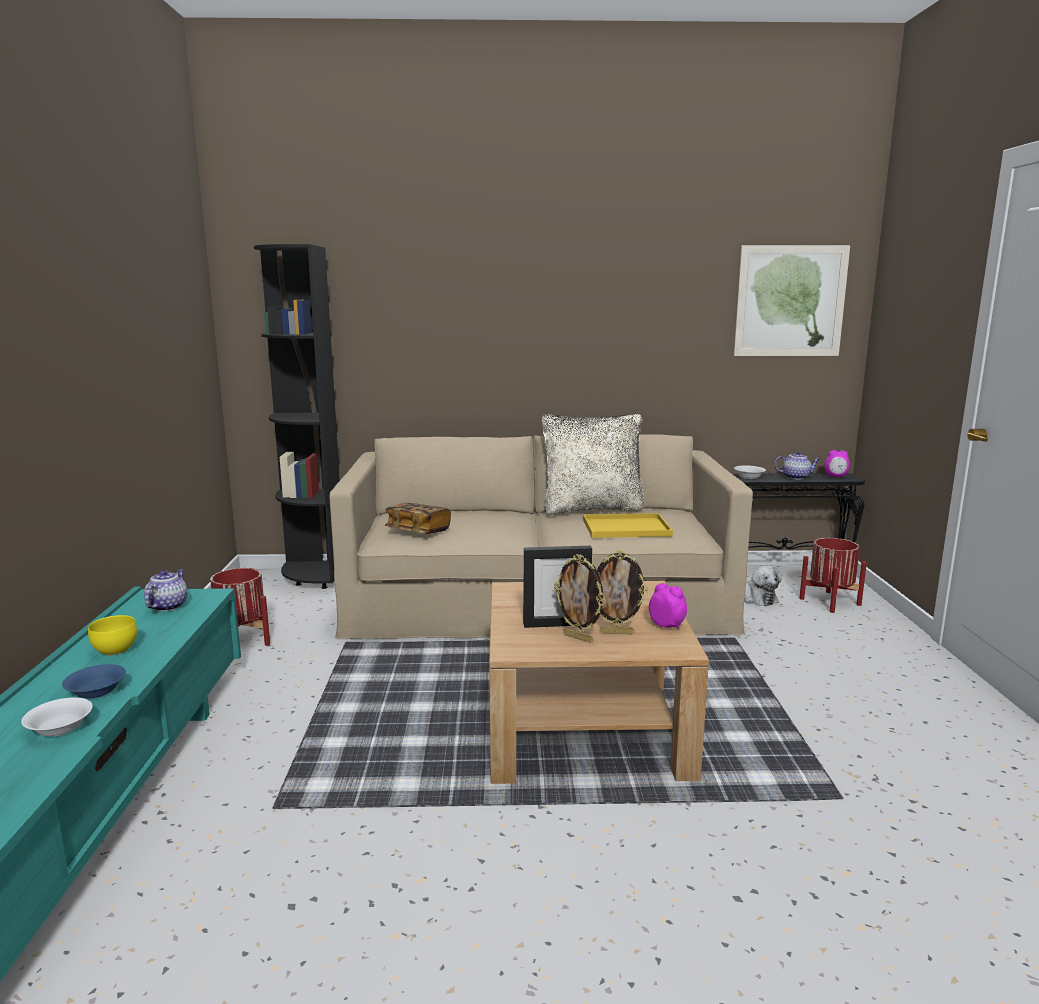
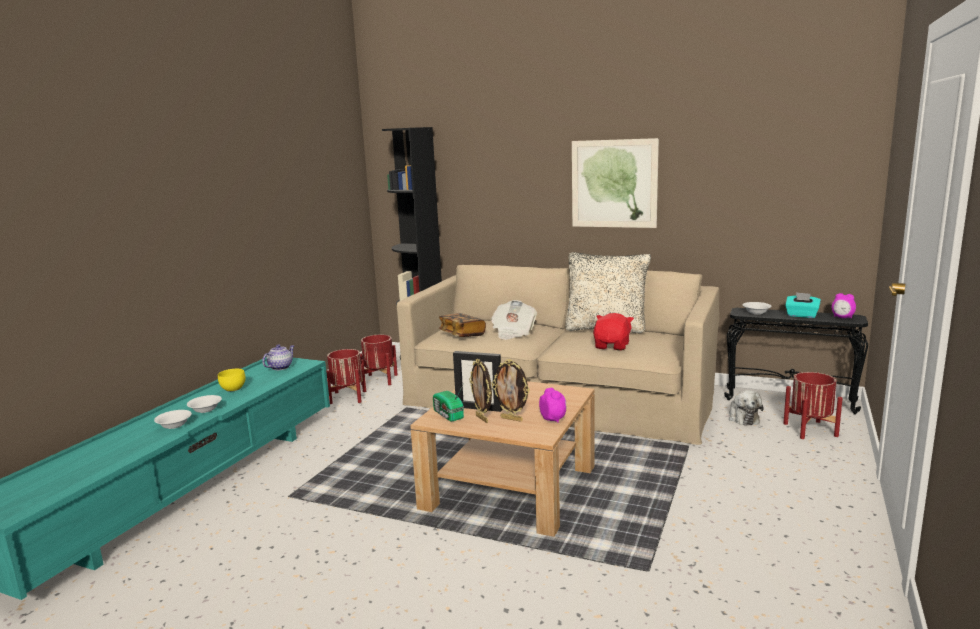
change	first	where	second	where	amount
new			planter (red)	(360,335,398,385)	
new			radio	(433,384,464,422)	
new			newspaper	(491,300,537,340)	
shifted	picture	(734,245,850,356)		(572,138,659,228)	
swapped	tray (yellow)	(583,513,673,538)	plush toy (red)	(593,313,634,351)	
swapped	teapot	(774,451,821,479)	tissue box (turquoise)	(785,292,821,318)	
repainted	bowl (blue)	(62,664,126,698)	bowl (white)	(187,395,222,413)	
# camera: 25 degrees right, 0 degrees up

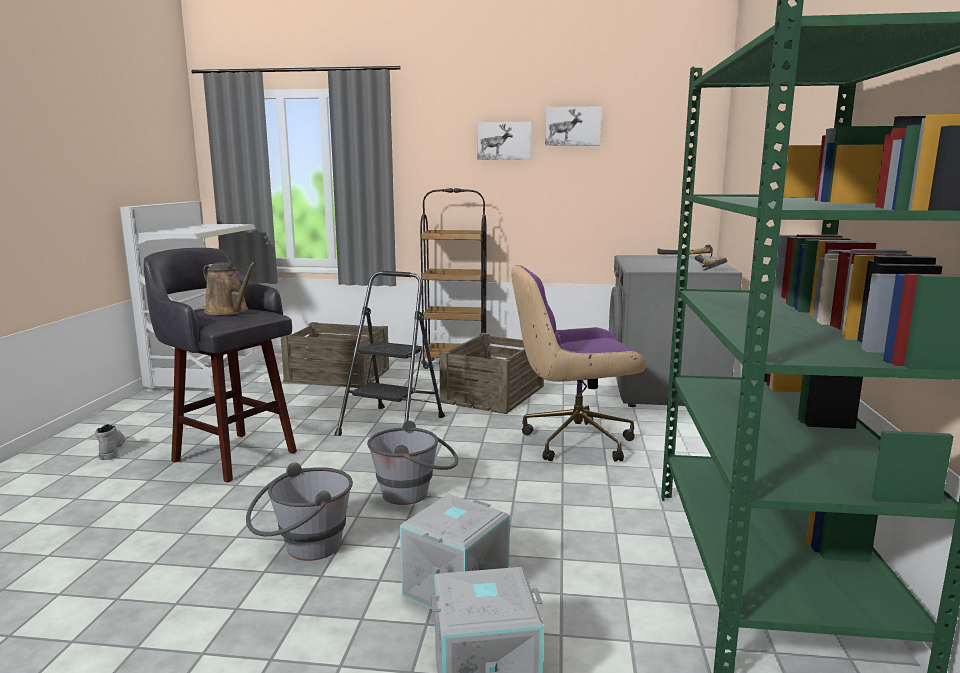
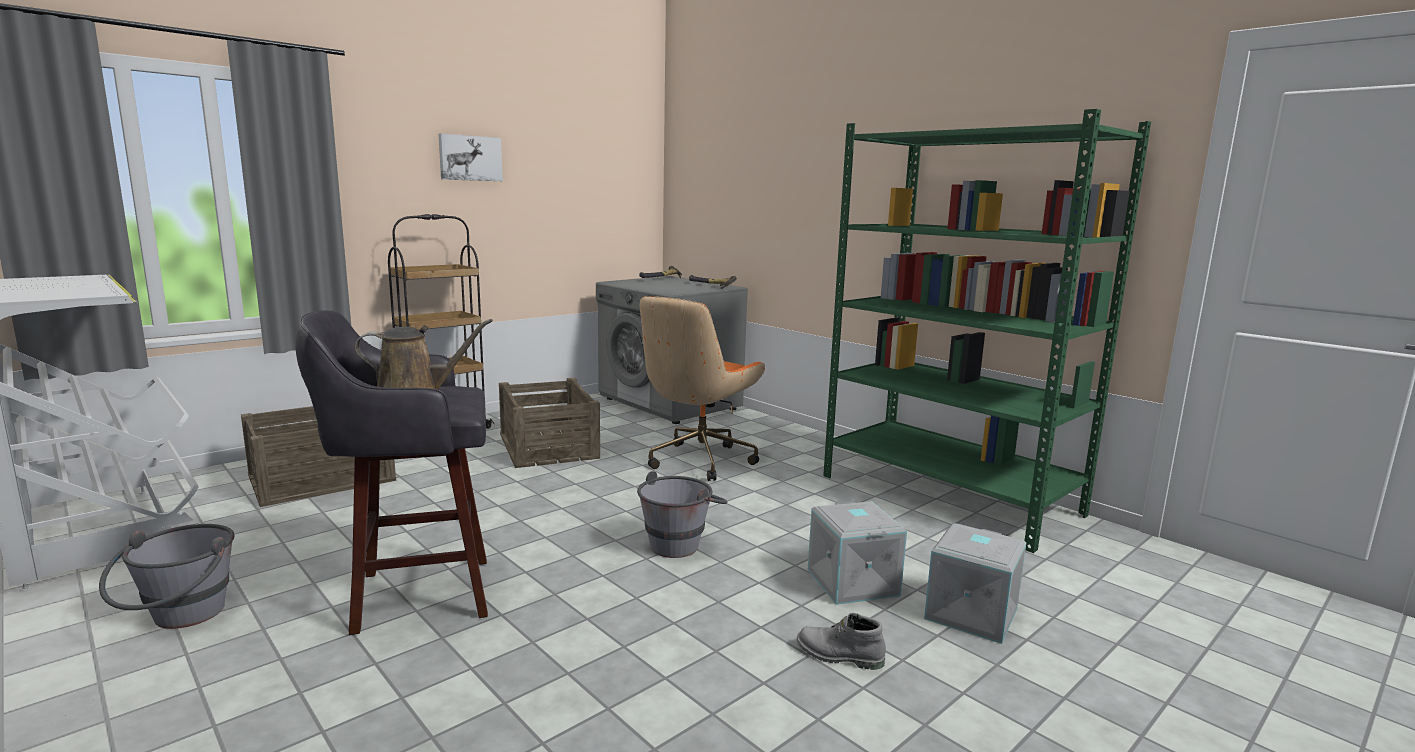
change	first	where	second	where	amount
gone	step ladder (black)	(334,271,445,436)			
gone	picture	(545,106,602,146)			
shifted	boot (grey)	(95,424,125,460)		(797,613,886,670)	
shifted	bucket (grey)	(246,462,353,561)		(99,524,235,629)	
repainted	office chair (purple)	(511,265,647,462)	office chair (orange)	(640,296,765,481)	
# camera: 50 degrees left, 0 degrees up

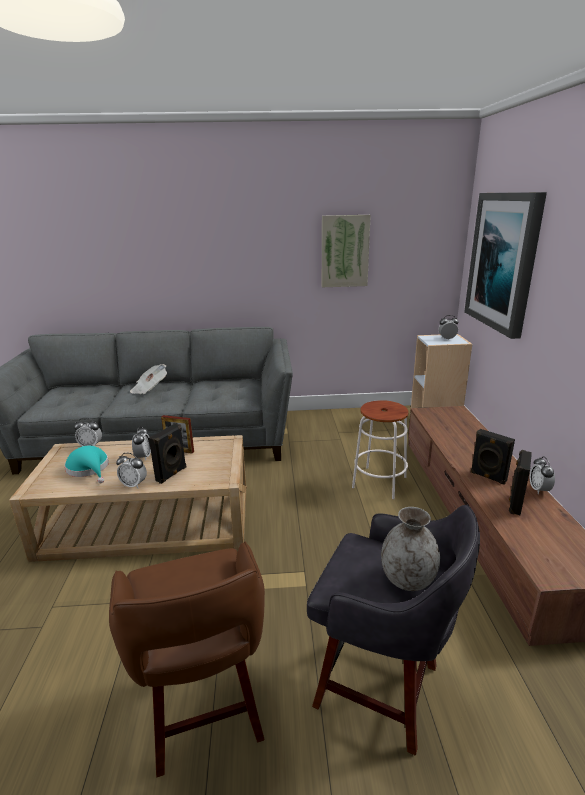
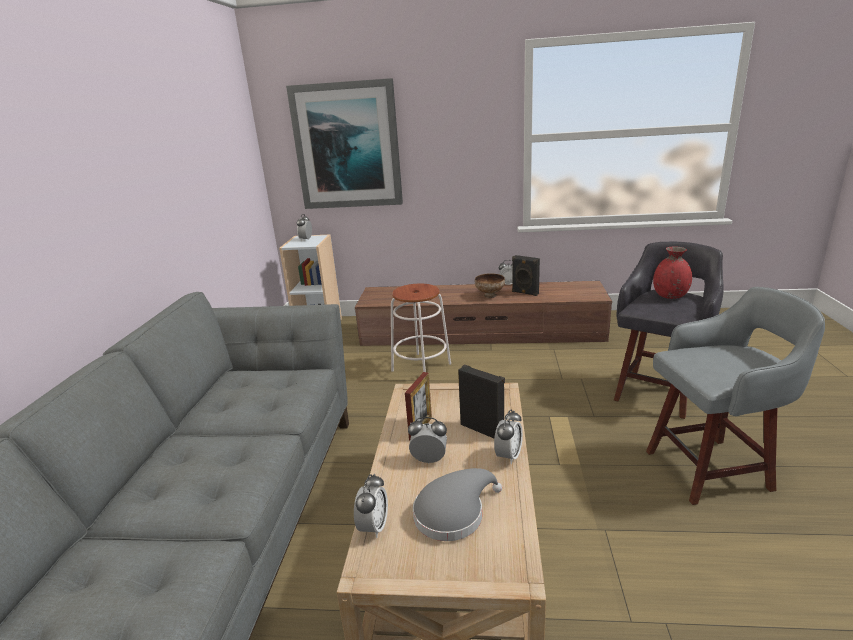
change	first	where	second	where	amount
gone	newspaper	(130,364,167,394)			
gone	picture	(322,215,371,287)			
swapped	speaker (black)	(471,429,515,485)	bowl	(475,273,505,298)	
repainted	hat (turquoise)	(65,446,109,483)	hat (grey)	(413,468,502,541)	
repainted	stool (brown)	(109,542,265,777)	stool (grey)	(646,287,825,505)	
repainted	vase (grey)	(381,507,440,591)	vase (red)	(653,247,692,299)	
# camera: 80 degrees left, 0 degrees up

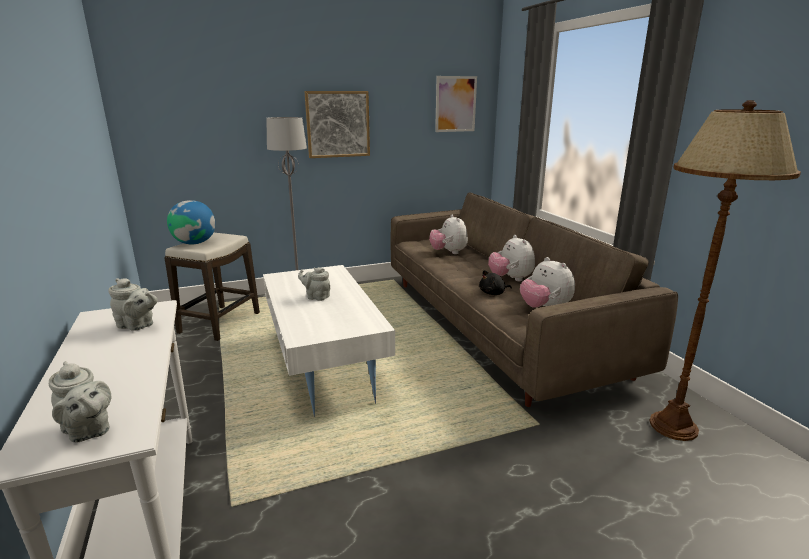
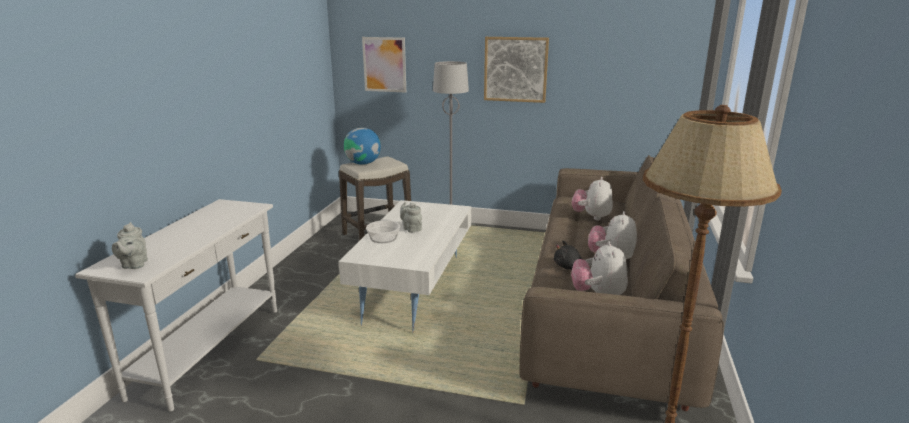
change	first	where	second	where	amount
gone	teapot (grey)	(109,278,157,330)			
new			bowl	(366,220,400,243)	
shifted	picture	(435,76,477,132)		(362,37,406,93)	
# camera: 35 degrees right, 0 degrees up

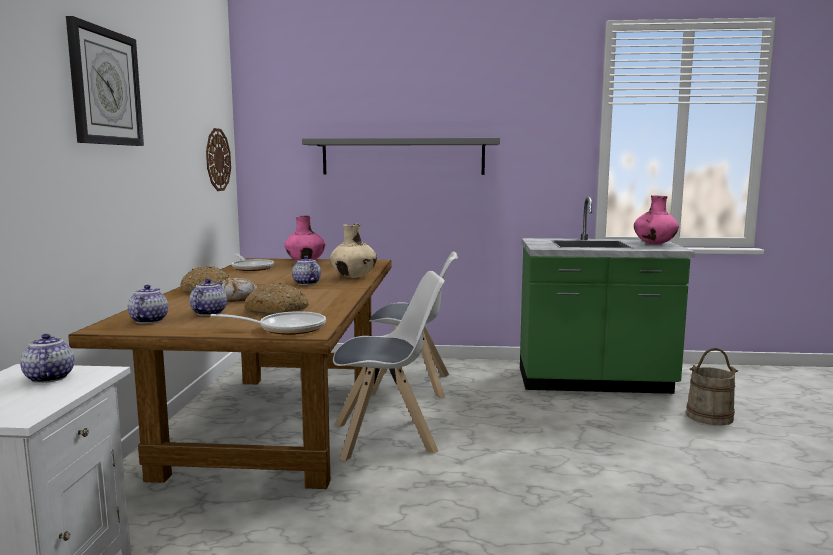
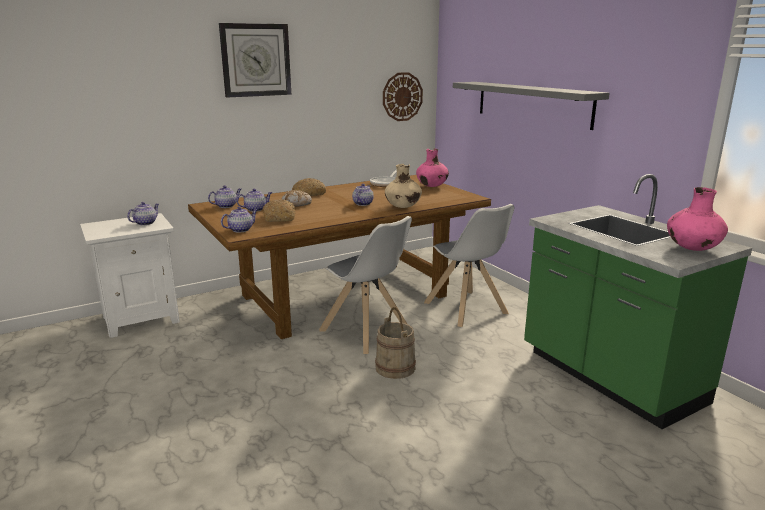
change	first	where	second	where	amount
shifted	bucket (beige)	(686,348,738,425)		(375,307,416,379)	
swapped	frying pan	(210,311,326,335)	teapot	(221,207,258,233)	
# camera: 55 degrees right, 10 degrees up

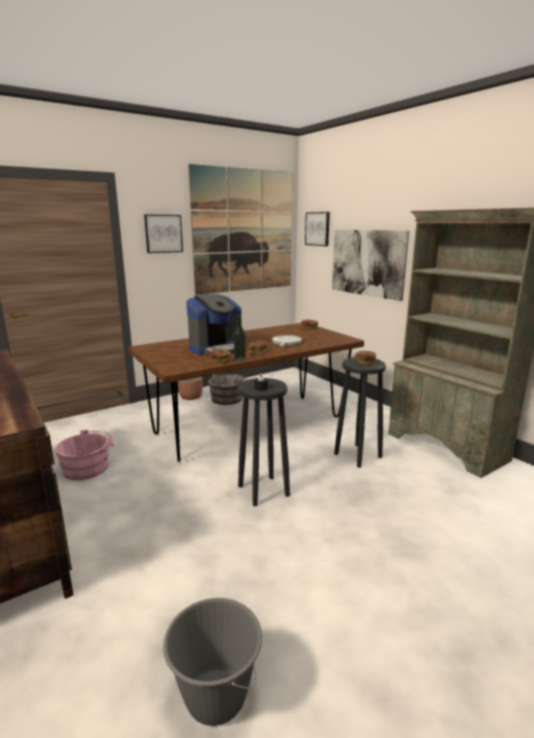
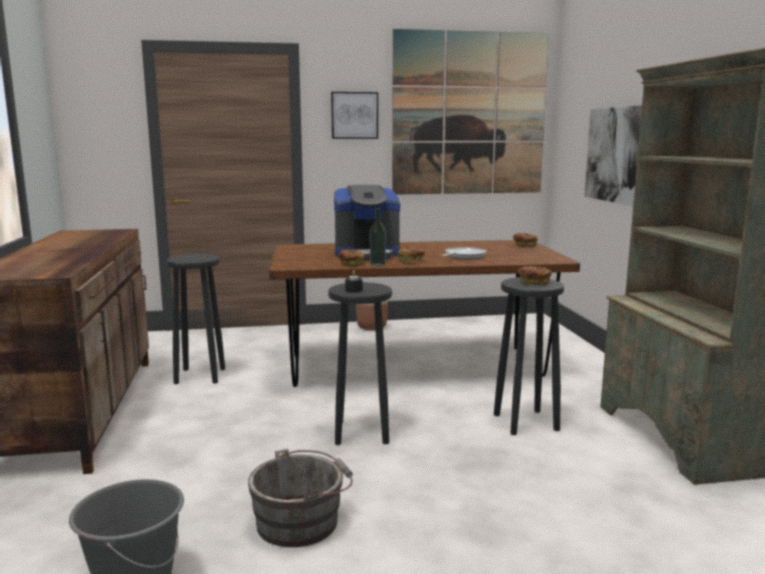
change	first	where	second	where	amount
gone	picture	(305,212,330,246)			
shifted	bucket (grey)	(208,374,248,405)		(248,449,353,547)	
swapped	bucket (pink)	(55,429,114,480)	stool (black)	(166,254,225,384)	
# camera: 25 degrees right, 5 degrees down

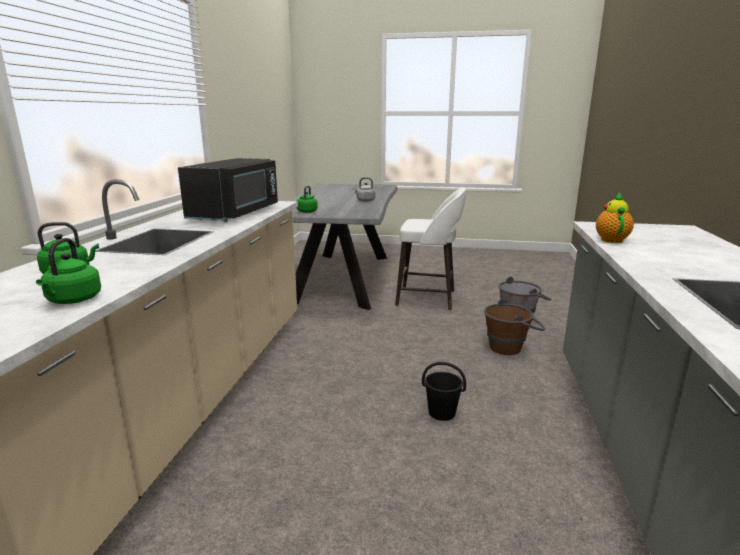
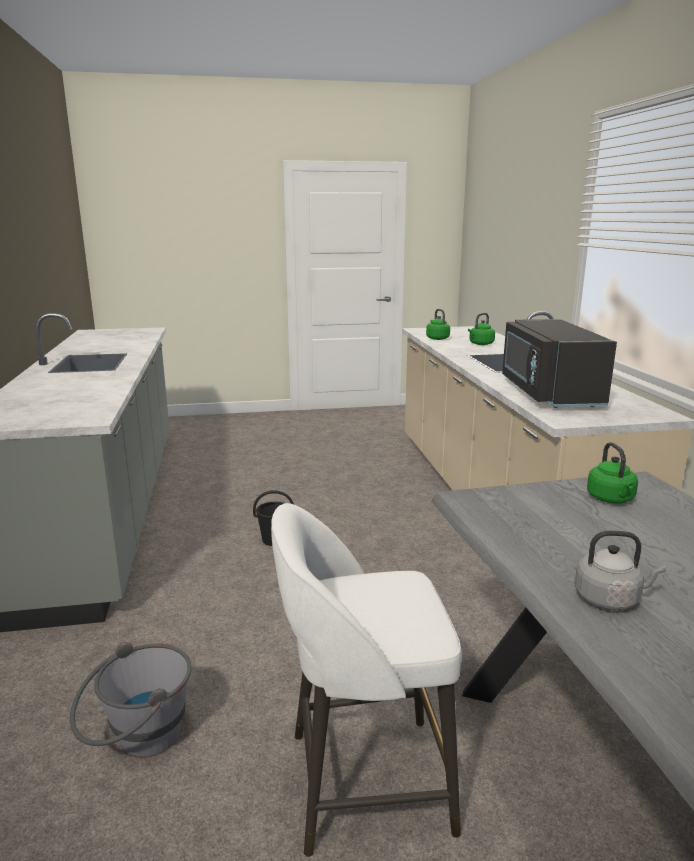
change	first	where	second	where	amount
gone	bucket (brown)	(484,299,545,355)			
gone	teapot	(596,192,634,243)			
# camera: 160 degrees right, 0 degrees up

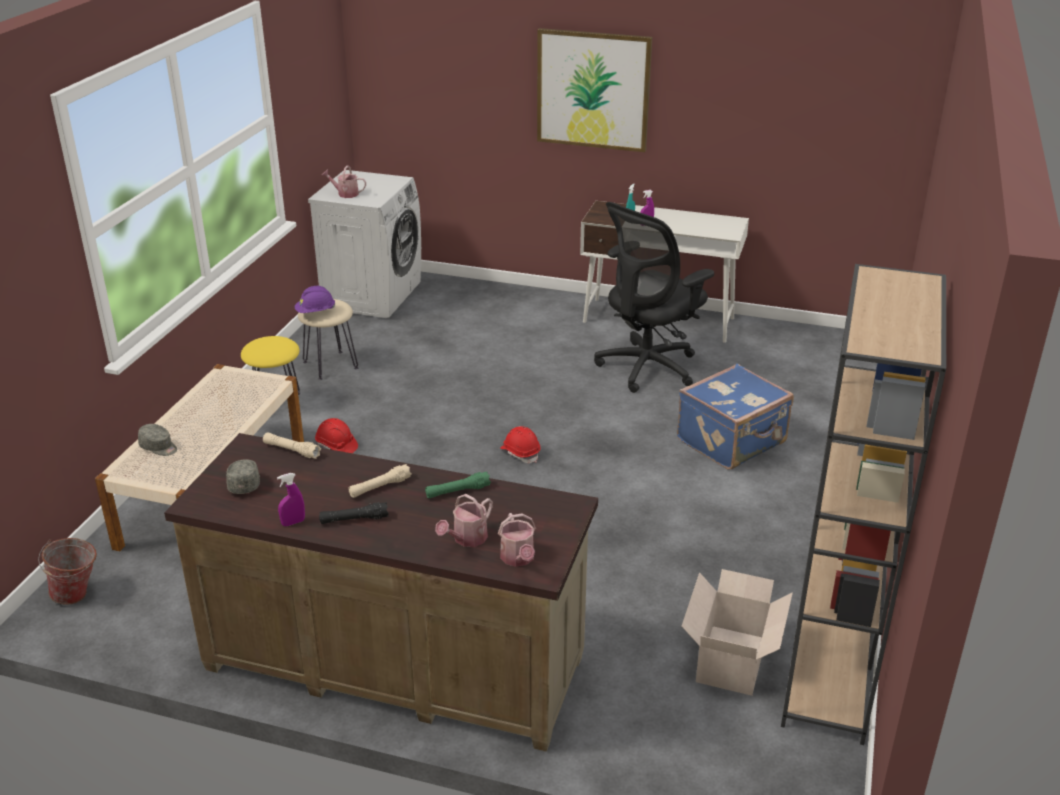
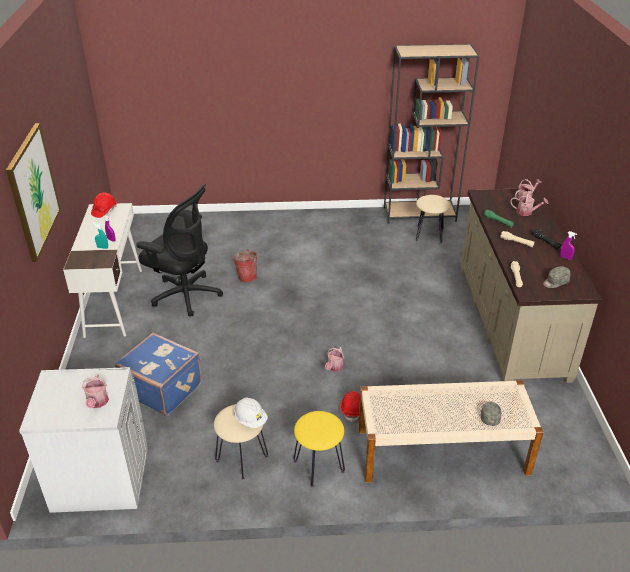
change	first	where	second	where	amount
new			watering can	(325,347,344,372)	
shifted	bucket	(38,538,97,605)		(232,249,260,282)	
shifted	hard hat (red)	(500,426,540,463)		(91,192,117,218)	
shifted	suitcase (blue)	(677,363,794,469)		(115,332,202,416)	
swapped	cardboard box	(682,569,793,696)	stool (beige)	(416,195,450,244)	
repainted	hard hat (purple)	(295,286,335,313)	hard hat (white)	(233,397,268,428)	
# camera: 110 degrees left, 5 degrees up

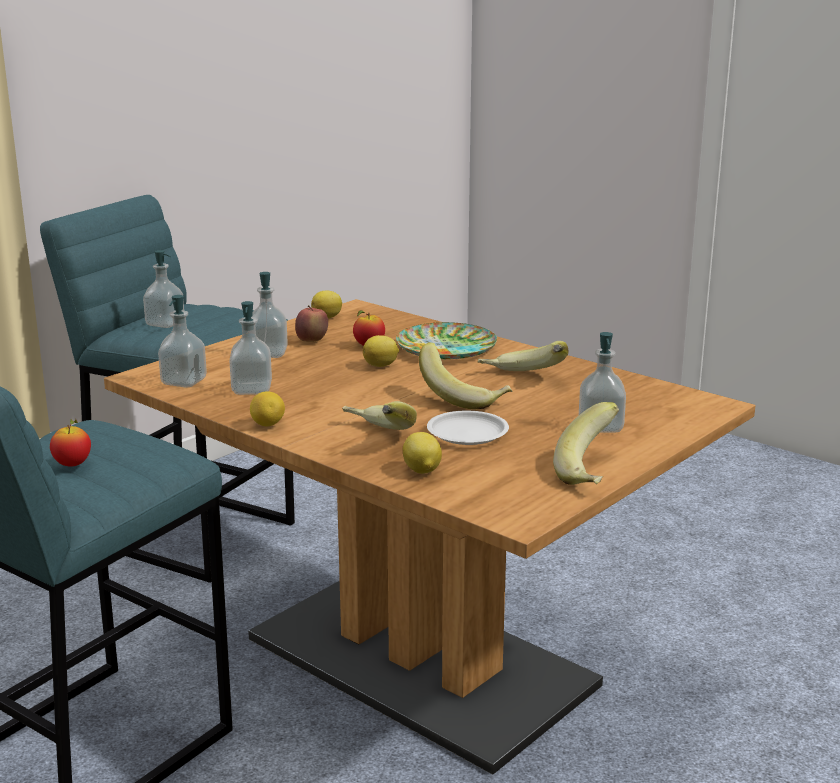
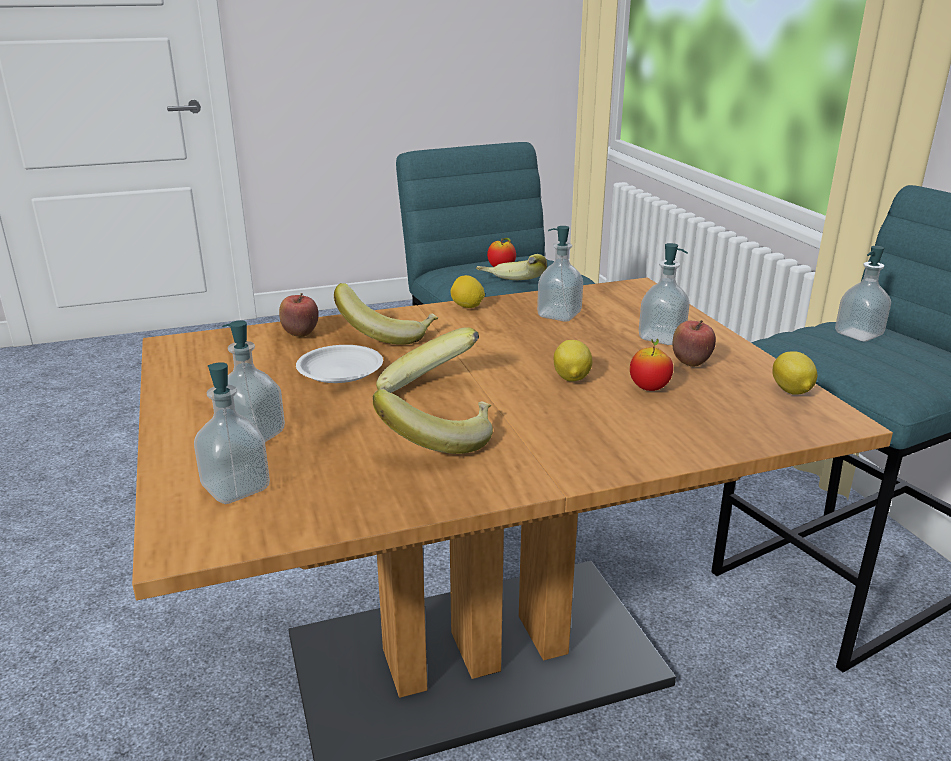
change	first	where	second	where	amount
gone	plate	(396,322,497,359)			
shifted	soap dispenser	(158,295,207,388)		(194,362,270,504)	
shifted	banana	(553,402,619,485)		(476,254,547,280)	
swapped	lemon	(403,432,442,474)	apple	(279,293,319,337)	
# camera: 120 degrees right, 5 degrees up

